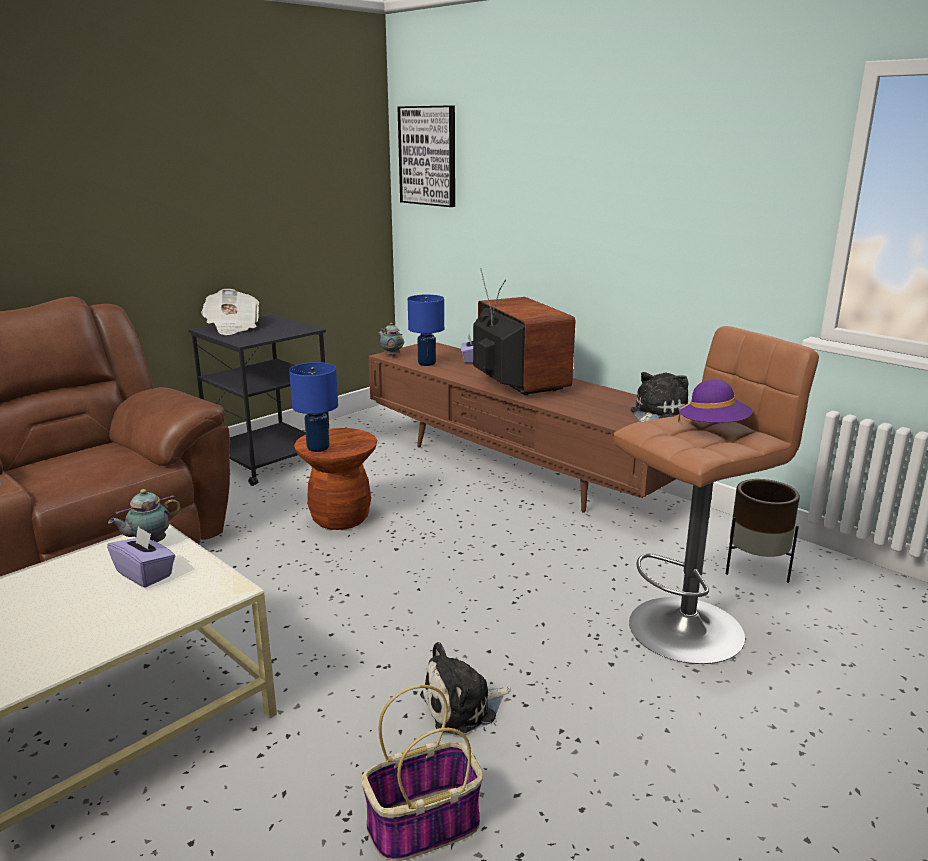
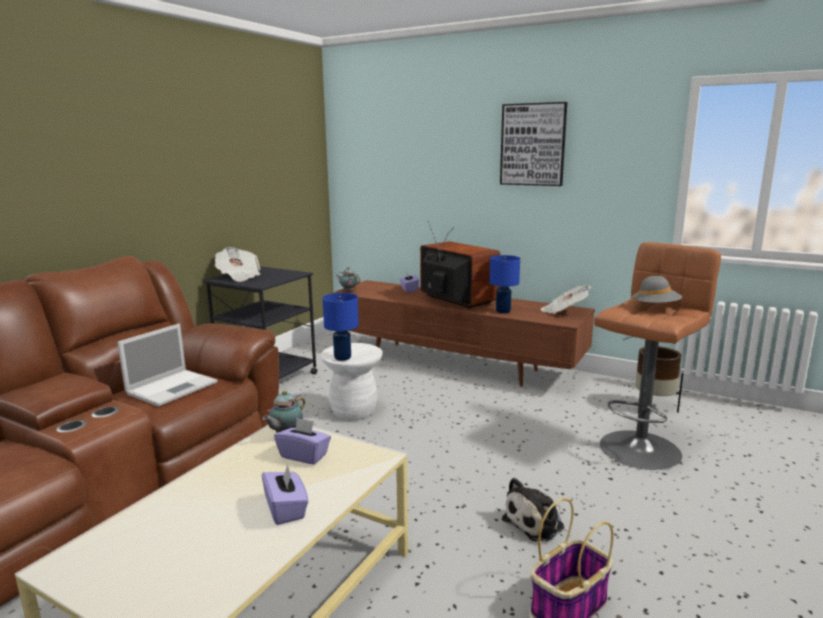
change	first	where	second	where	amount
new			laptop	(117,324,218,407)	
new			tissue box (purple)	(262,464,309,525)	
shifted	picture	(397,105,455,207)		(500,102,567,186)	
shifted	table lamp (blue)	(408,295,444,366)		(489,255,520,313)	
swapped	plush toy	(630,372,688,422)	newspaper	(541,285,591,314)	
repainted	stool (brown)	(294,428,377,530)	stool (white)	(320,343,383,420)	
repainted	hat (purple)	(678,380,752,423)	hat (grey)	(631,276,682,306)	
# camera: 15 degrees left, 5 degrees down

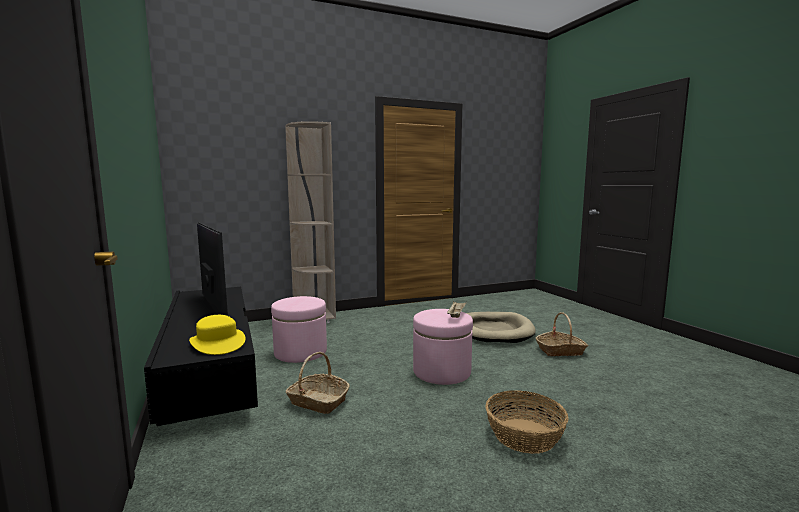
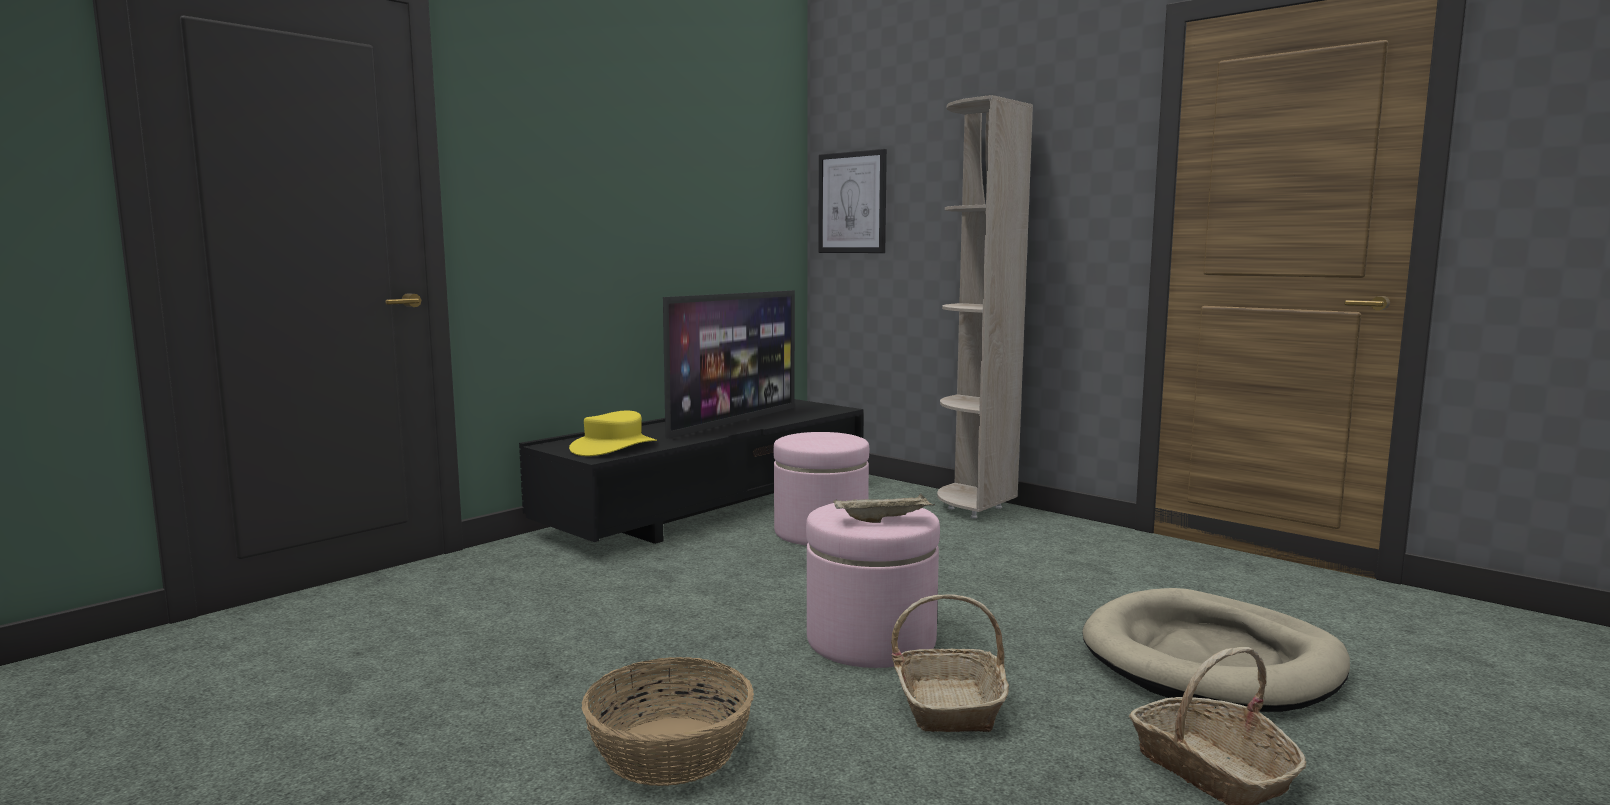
change	first	where	second	where	amount
new			picture	(819,149,887,253)	
shifted	basket	(286,352,350,414)		(891,594,1009,732)	
# camera: 65 degrees right, 0 degrees up

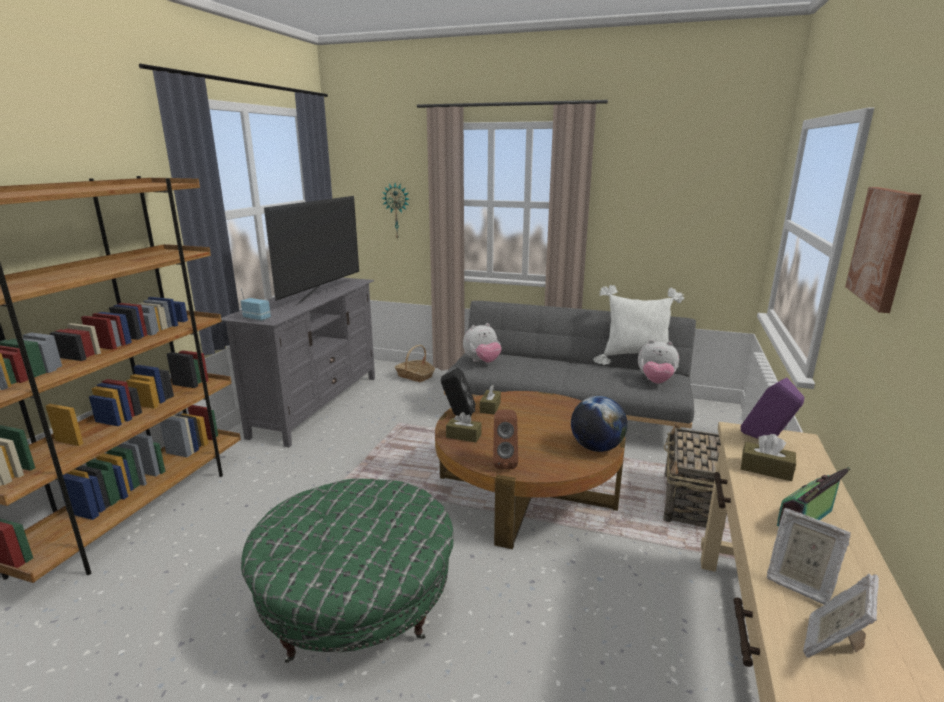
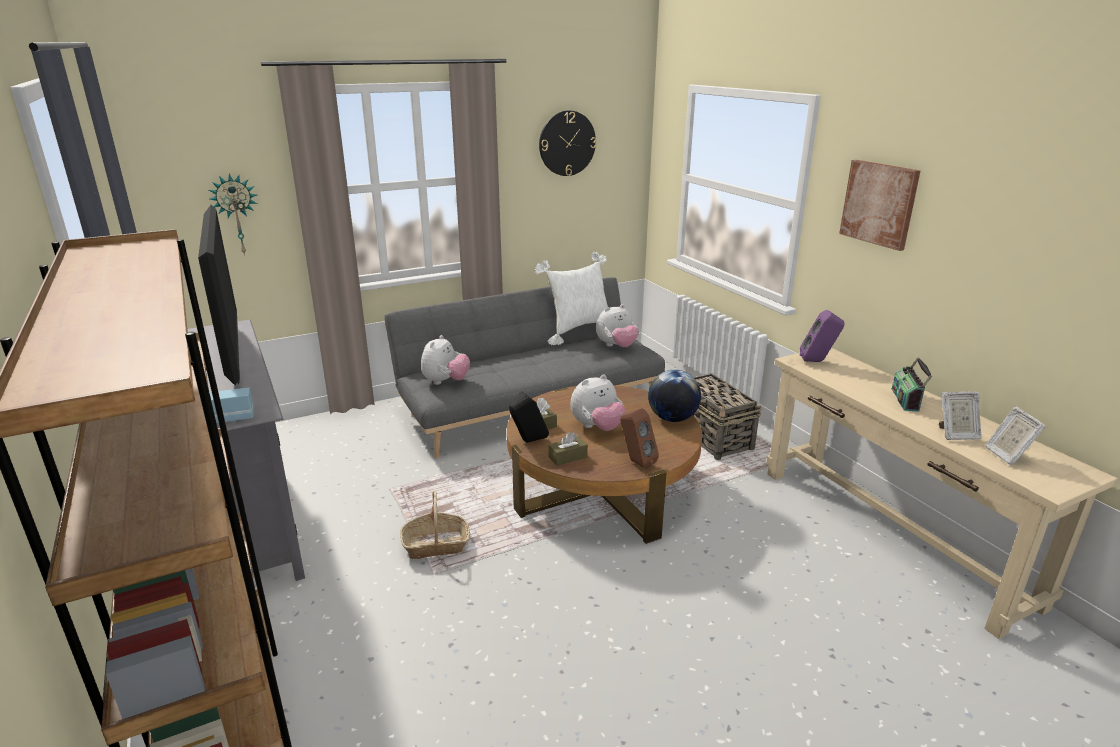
change	first	where	second	where	amount
gone	ottoman (green)	(241,479,454,663)			
gone	tissue box (brown)	(741,434,796,481)			
new			wall clock	(539,111,596,176)	
new			plush toy	(570,374,626,431)	
shifted	basket	(394,345,435,382)		(400,491,470,559)	
# camera: 45 degrees left, 5 degrees up

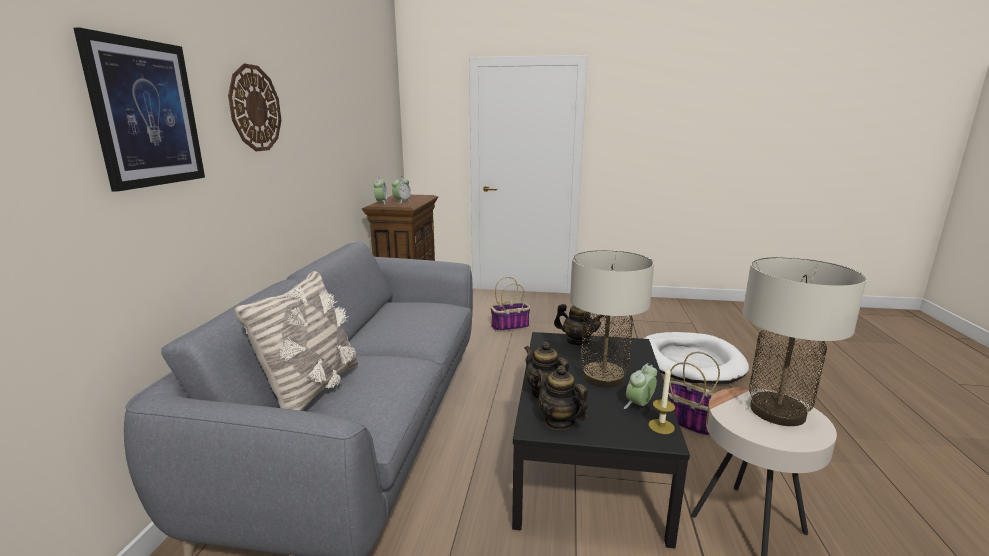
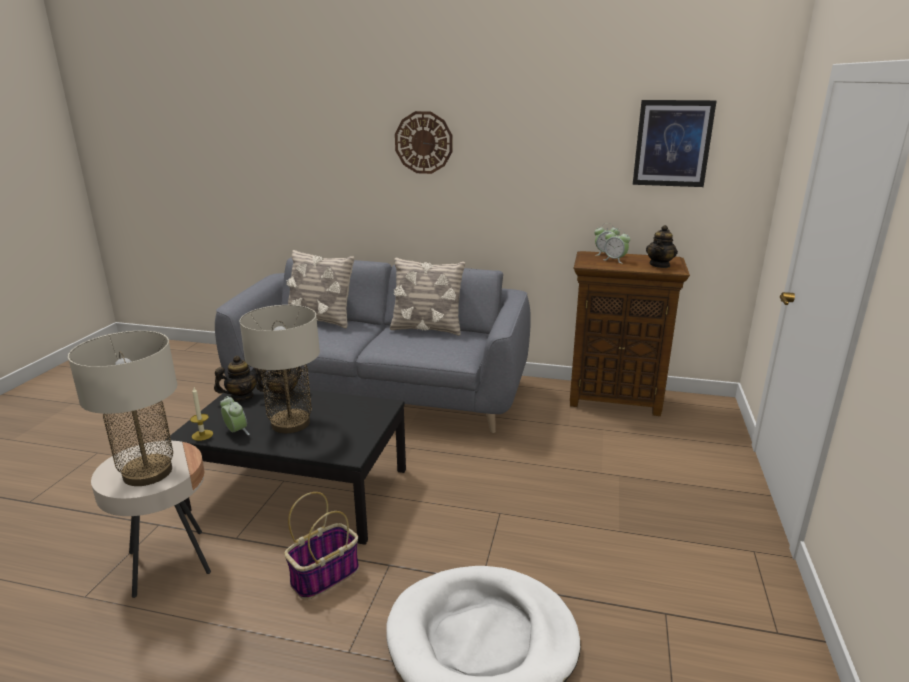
change	first	where	second	where	amount
gone	basket	(490,277,530,332)			
new			pillow (beige)	(390,258,465,336)	
shifted	picture	(73,27,205,192)		(633,100,716,187)	
shifted	teapot	(554,304,604,345)		(646,225,678,268)	
# camera: 95 degrees right, 5 degrees up

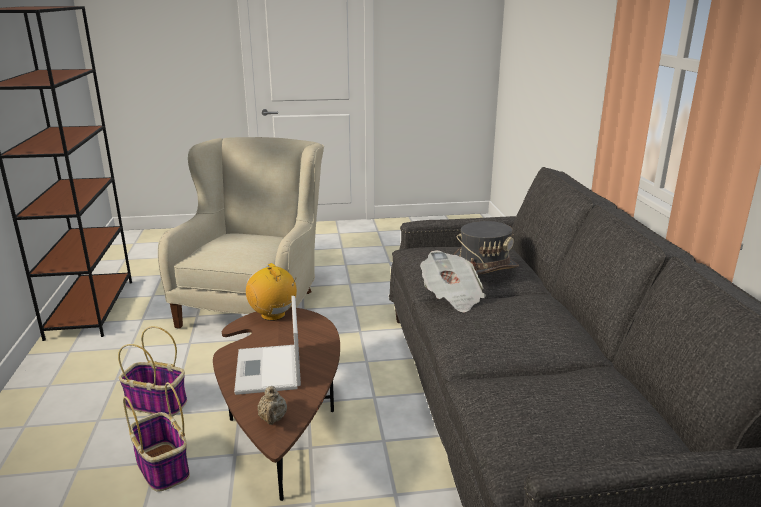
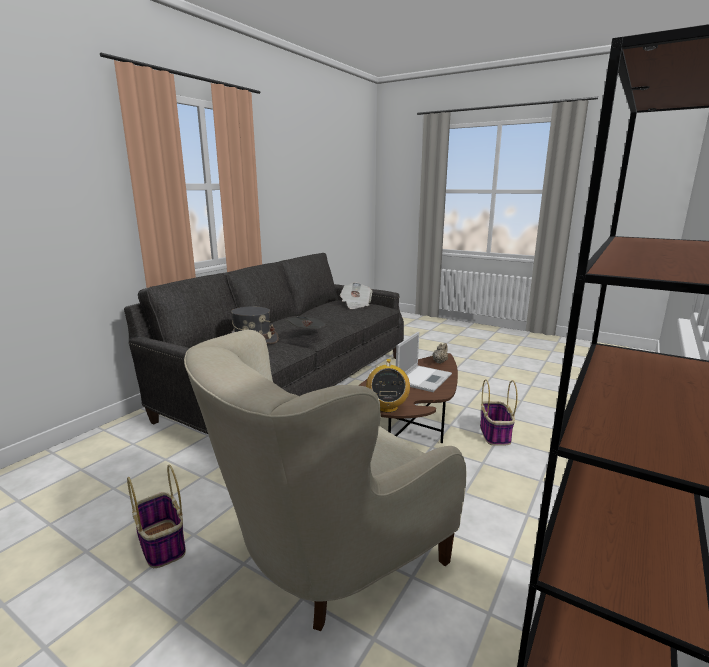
change	first	where	second	where	amount
new			newspaper	(340,282,373,309)	
shifted	basket	(118,326,187,416)		(127,464,186,568)	
# camera: 140 degrees left, 5 degrees down

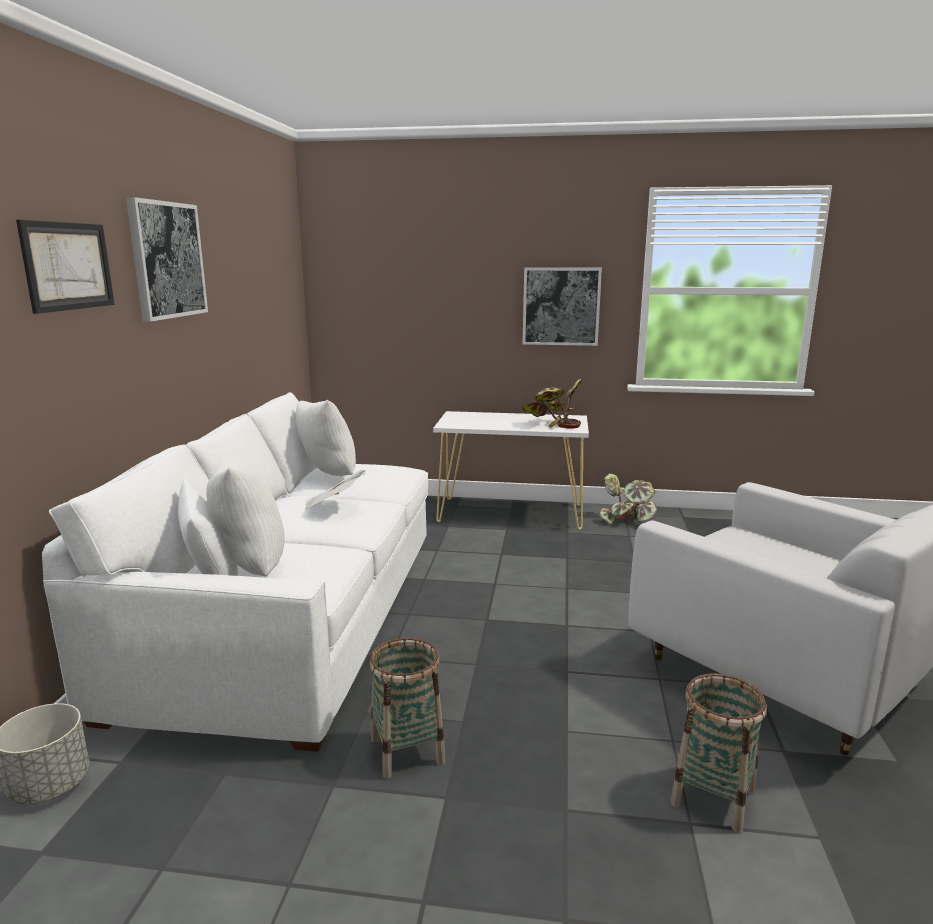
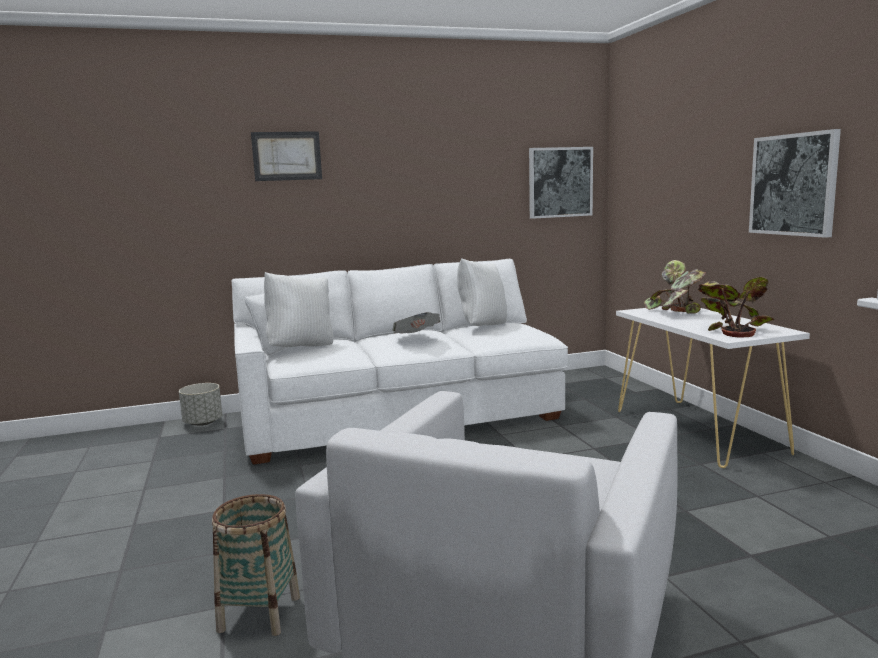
change	first	where	second	where	amount
gone	basket	(369,638,445,778)			
shifted	picture	(126,197,208,322)		(529,147,593,219)	
shifted	potted plant	(599,474,657,524)		(644,260,706,314)	
# camera: 65 degrees right, 5 degrees down

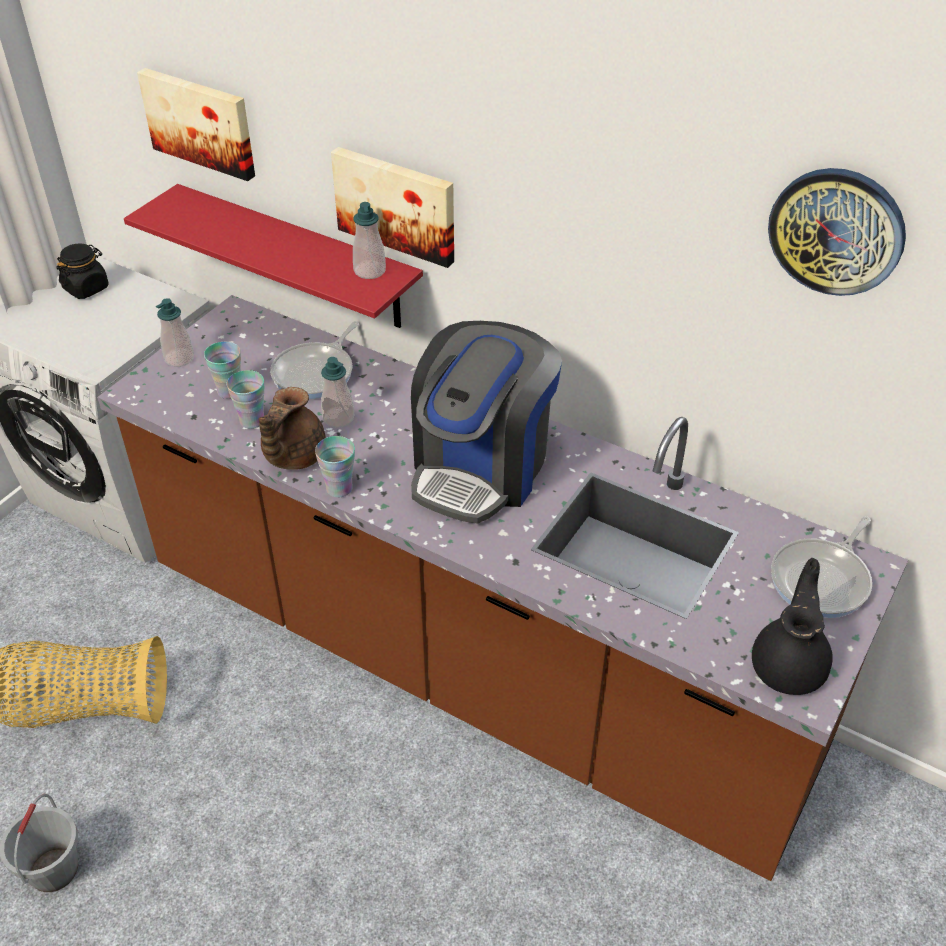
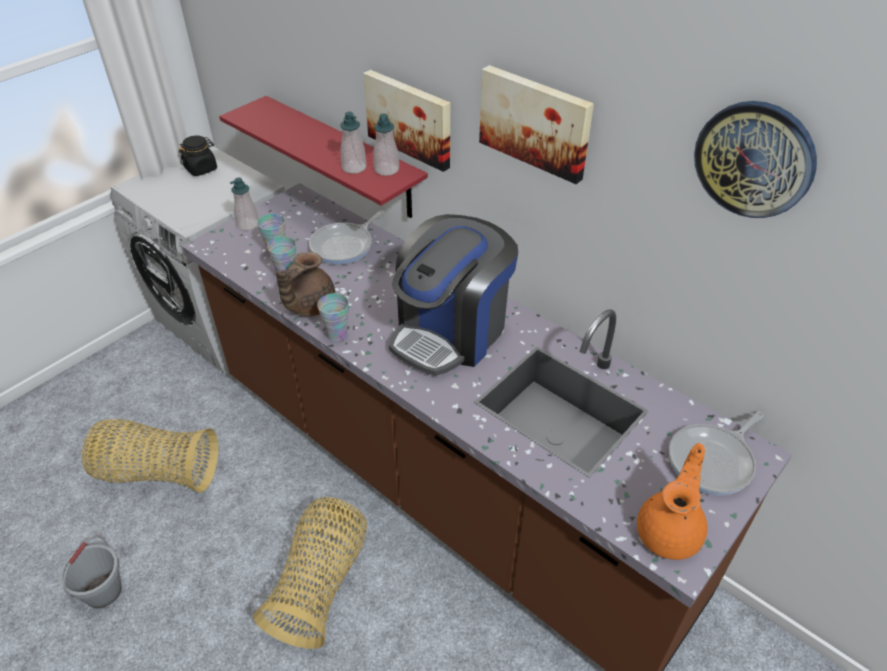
change	first	where	second	where	amount
new			basket	(253,497,367,649)	
shifted	picture	(137,68,255,181)		(479,65,594,184)	
shifted	soap dispenser	(321,357,354,428)		(340,112,367,174)	
repainted	teapot (black)	(752,558,833,695)	teapot (orange)	(637,443,708,560)	
# camera: 10 degrees right, 0 degrees up

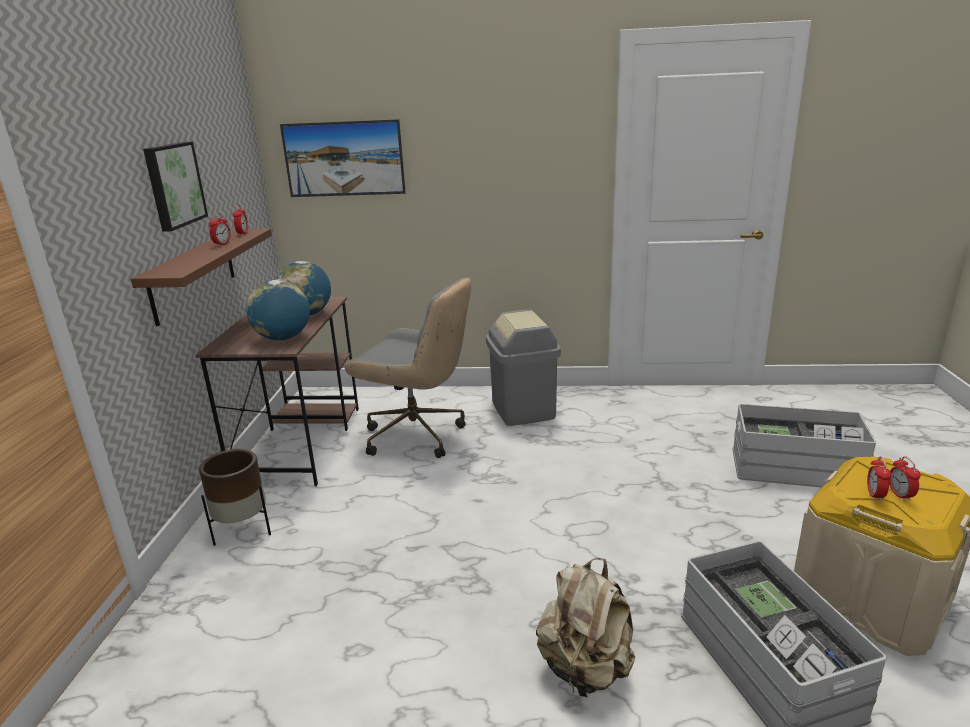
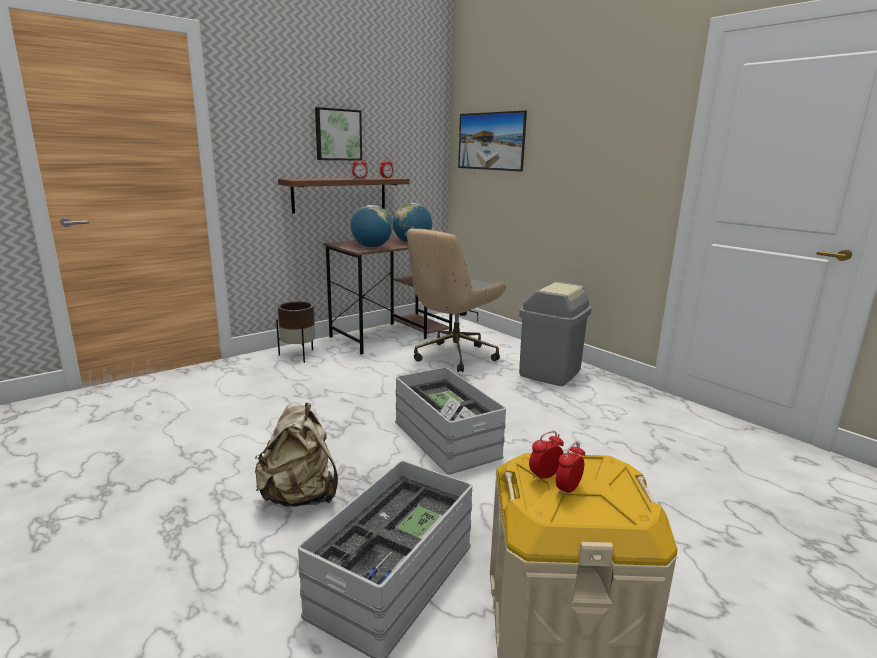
change	first	where	second	where	amount
shifted	storage box (grey)	(732,404,876,488)		(395,367,506,474)	
rotated	office chair (grey)	(345,277,471,458)		(407,228,506,372)	60 degrees clockwise
# camera: 45 degrees right, 5 degrees down

